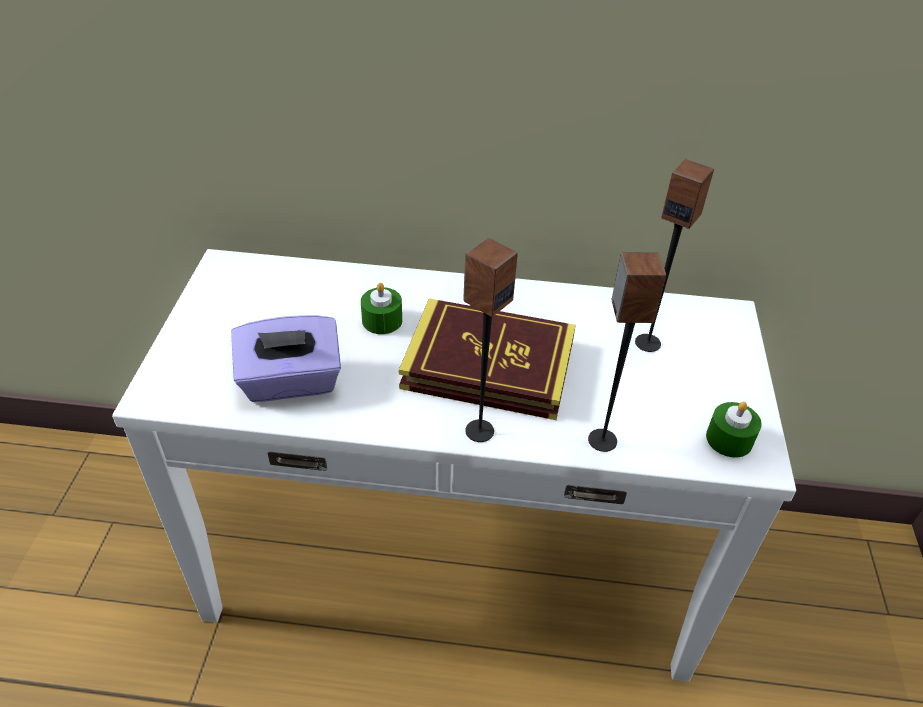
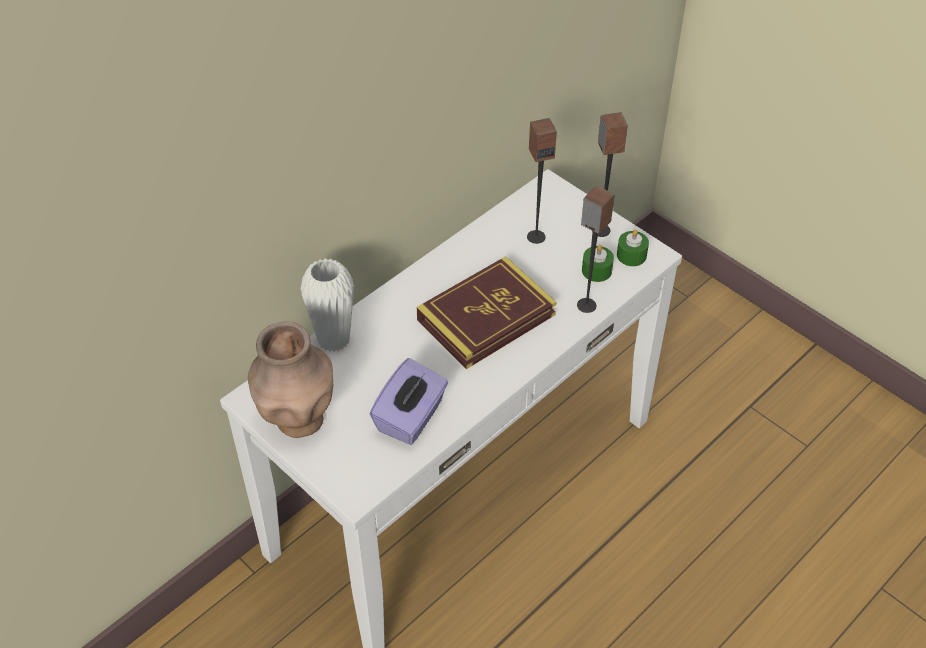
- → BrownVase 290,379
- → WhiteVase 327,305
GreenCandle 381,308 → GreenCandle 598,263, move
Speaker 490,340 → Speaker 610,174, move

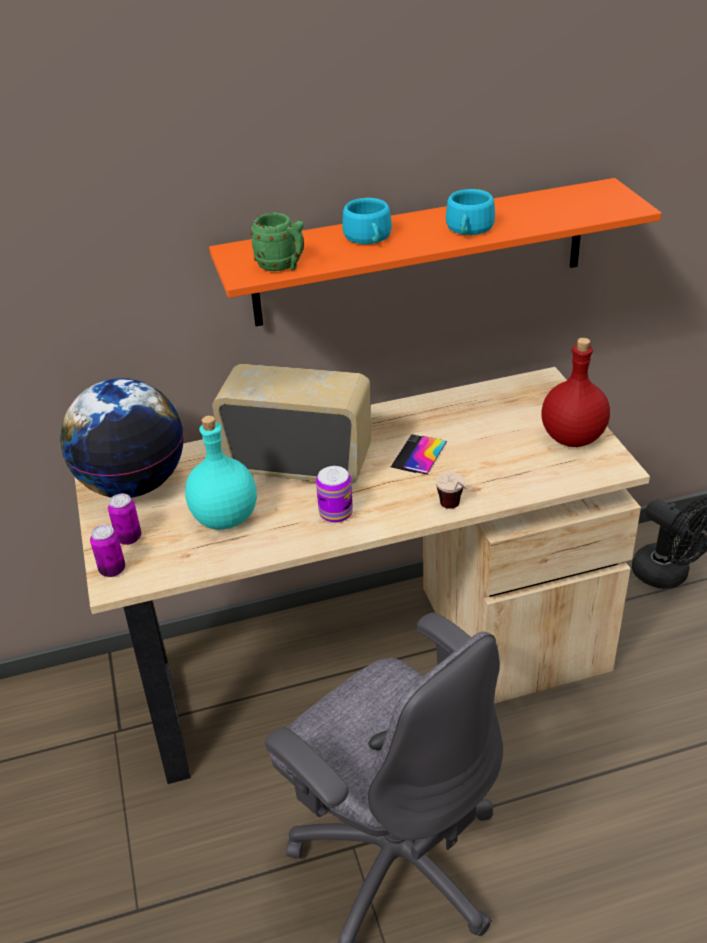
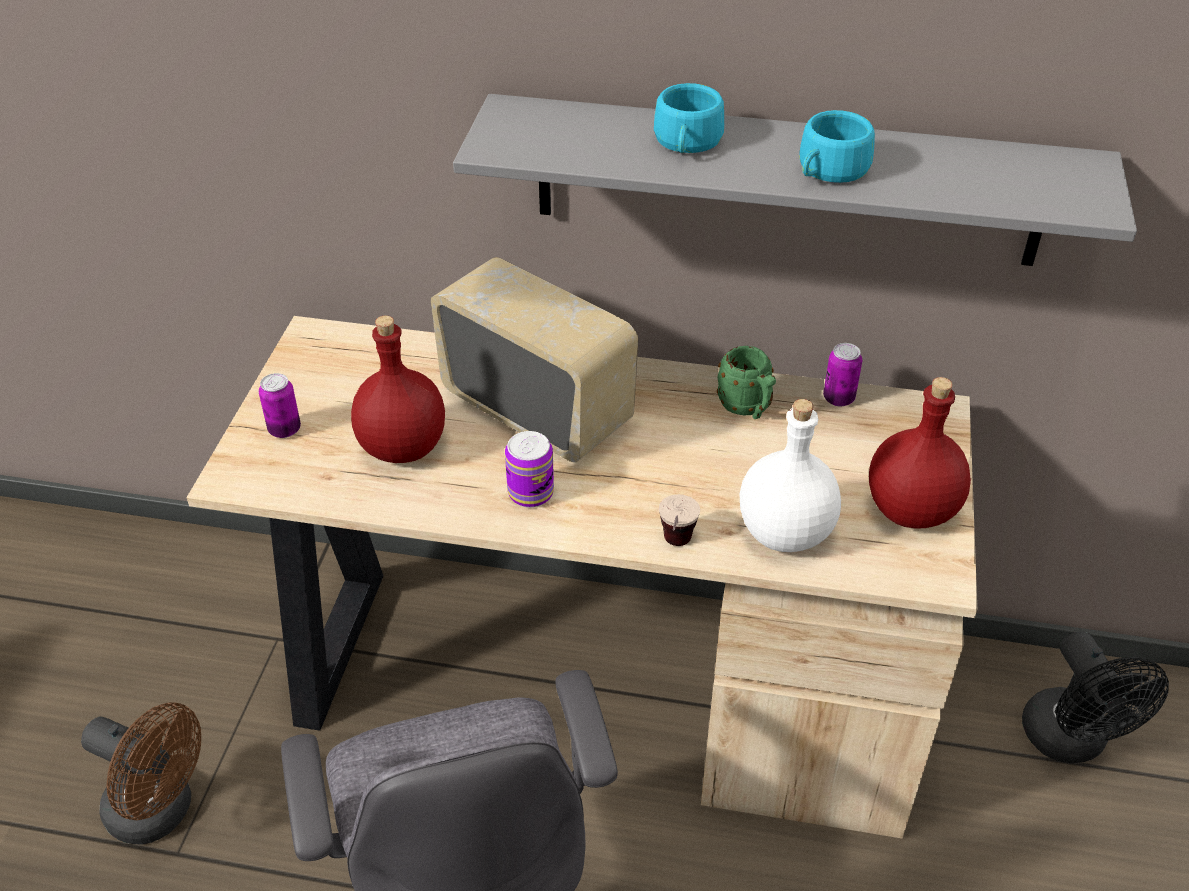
Globe 121,438 → -
Phone 419,454 → -
- → BrownFan 141,773
- → WhiteBottle 790,475
Can 107,550 → Can 842,375, move
GreenMug 277,242 → GreenMug 746,382, move
TurquoiseBottle 221,473 → RedBottle 398,389
OrangeShelf 435,252 → GreyShelf 795,180

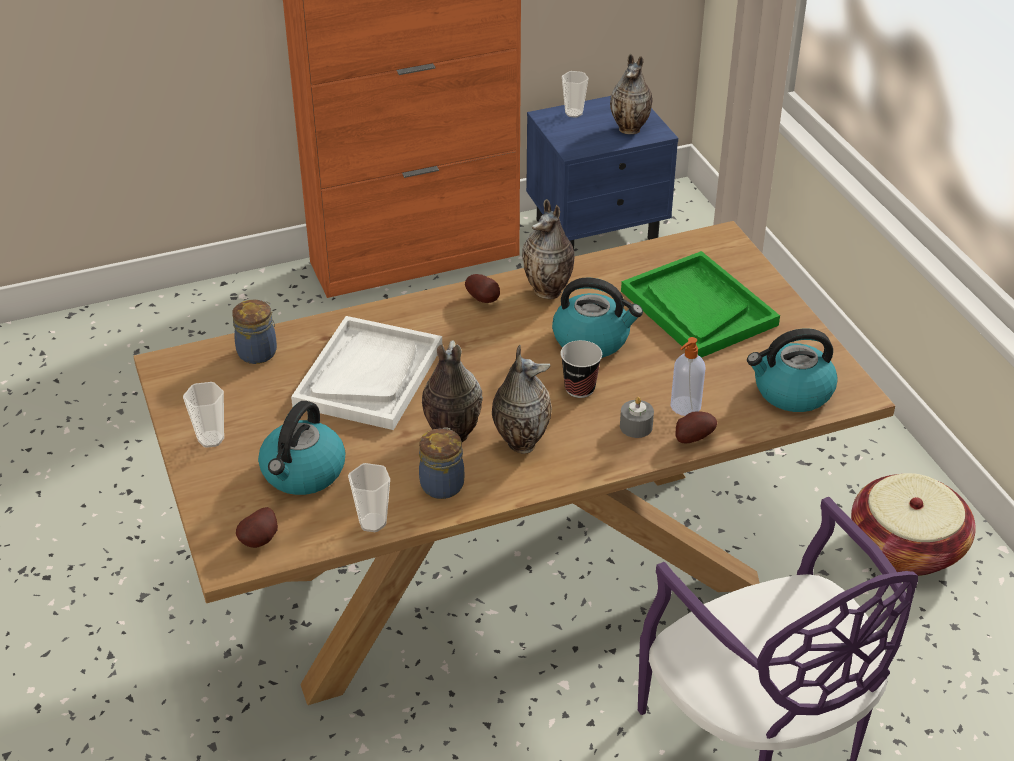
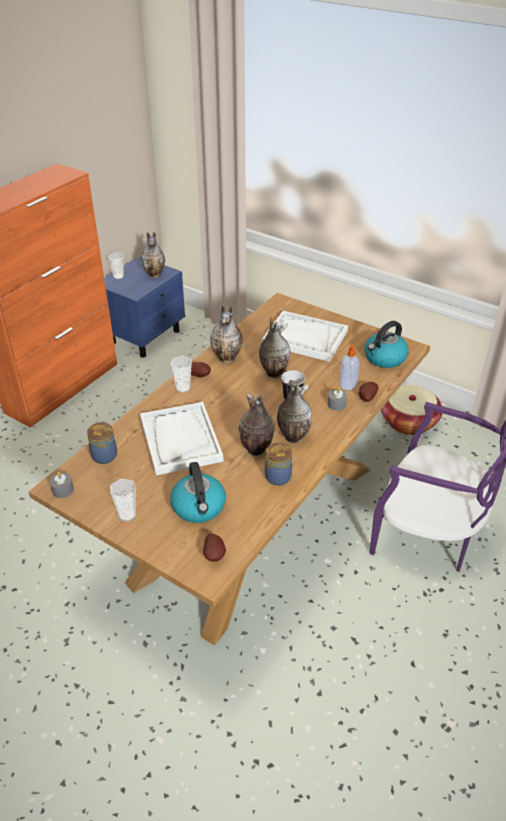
- → GreyCandle 62,485
Cup 369,497 → Cup 181,374, move
Kettle 597,317 → Vase 275,348
GreenTray 700,304 → WhiteTray 305,336

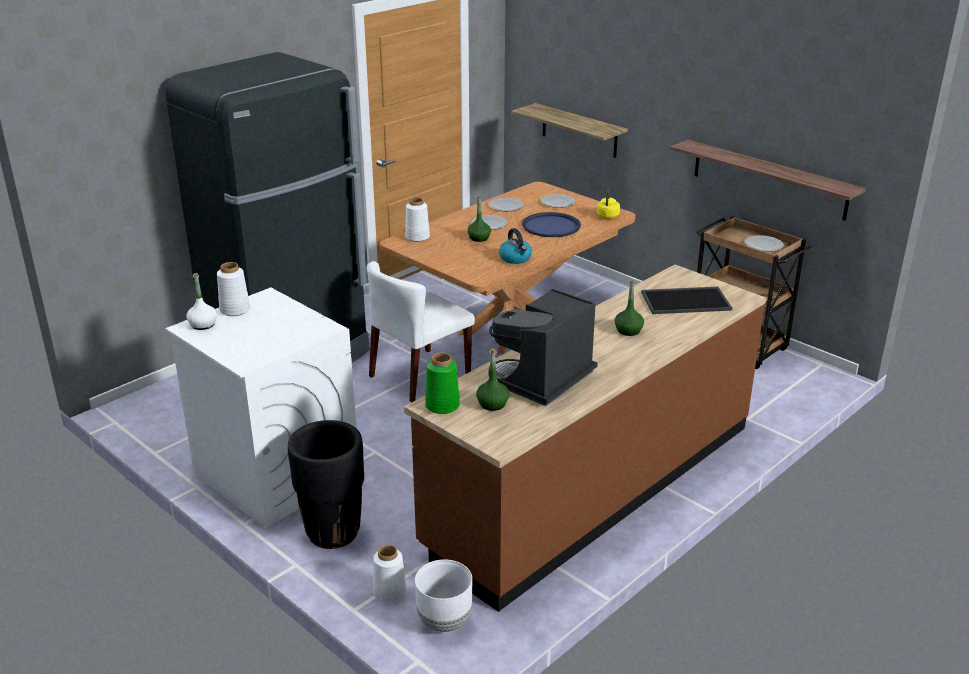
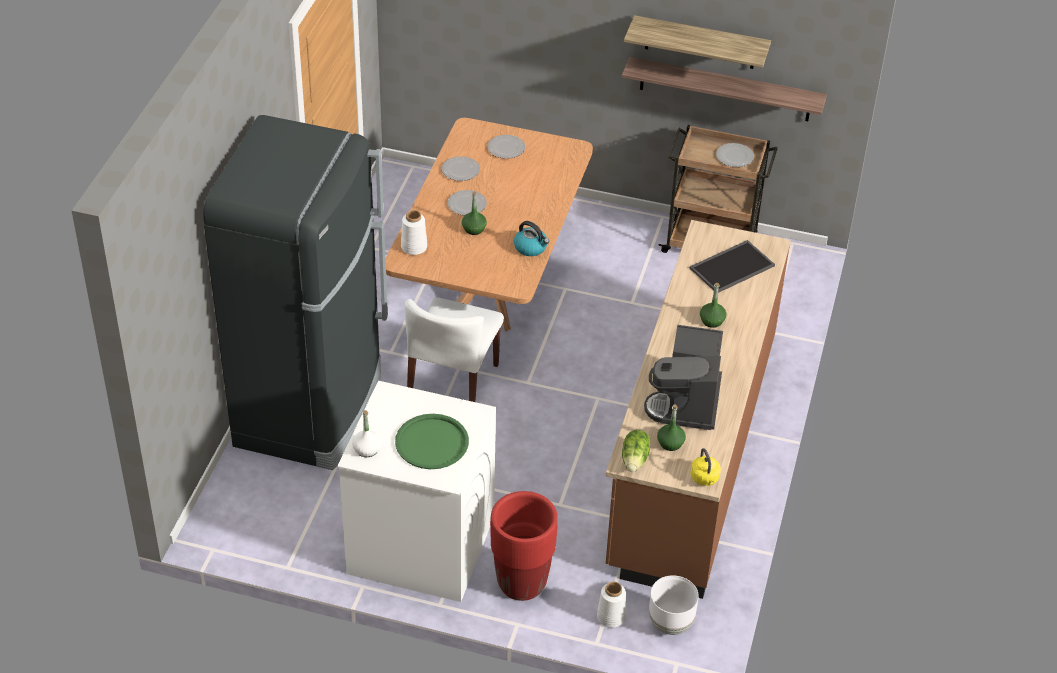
WhiteVase 233,289 → -
BlueTray 551,224 → -
- → GreenTray 432,441
Shelf 569,130 → Shelf 697,42, move
YellowKettle 608,203 → YellowKettle 705,467, move
GreenVase 442,383 → Lettuce 636,451
BlackPlanter 326,484 → RedPlanter 524,546

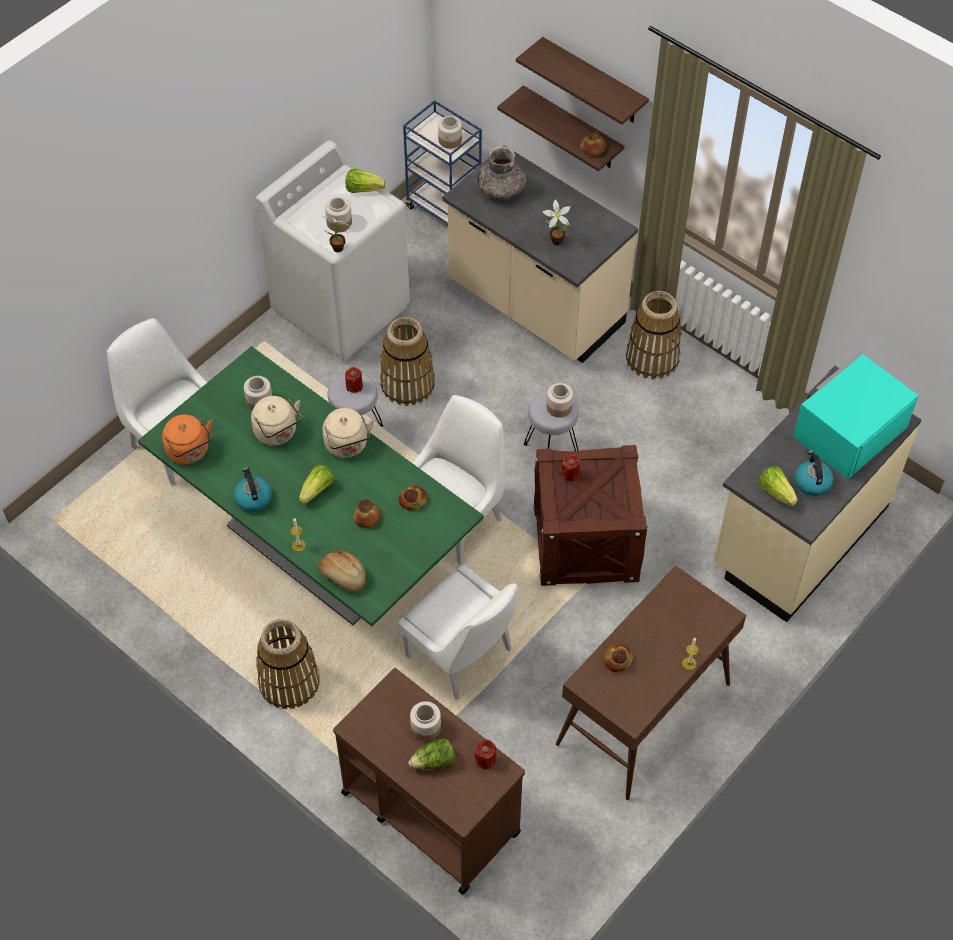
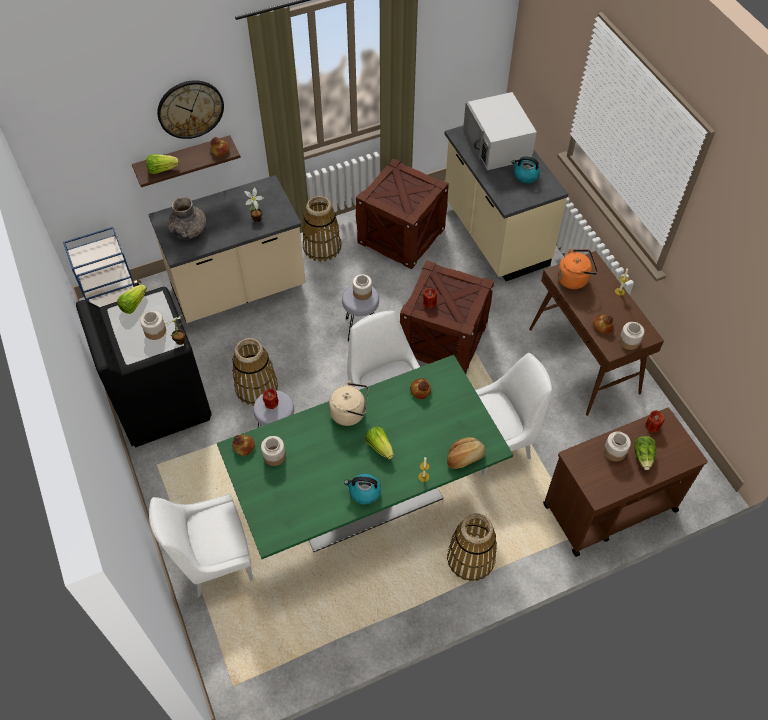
BeigeKettle 276,421 → -
- → Crate 402,214
OrangeKettle 187,439 → OrangeKettle 577,269, move
Bread 367,514 → Bread 243,445, move
Jar 450,132 → Jar 631,336, move
Lettuce 778,486 → Lettuce 162,164, move
Shelf 582,81 → WallClock 190,109
WhiteWashingMachine 333,250 → BlackWashingMachine 144,367
TurquoiseMicrowave 856,415 → WhiteMicrowave 500,131

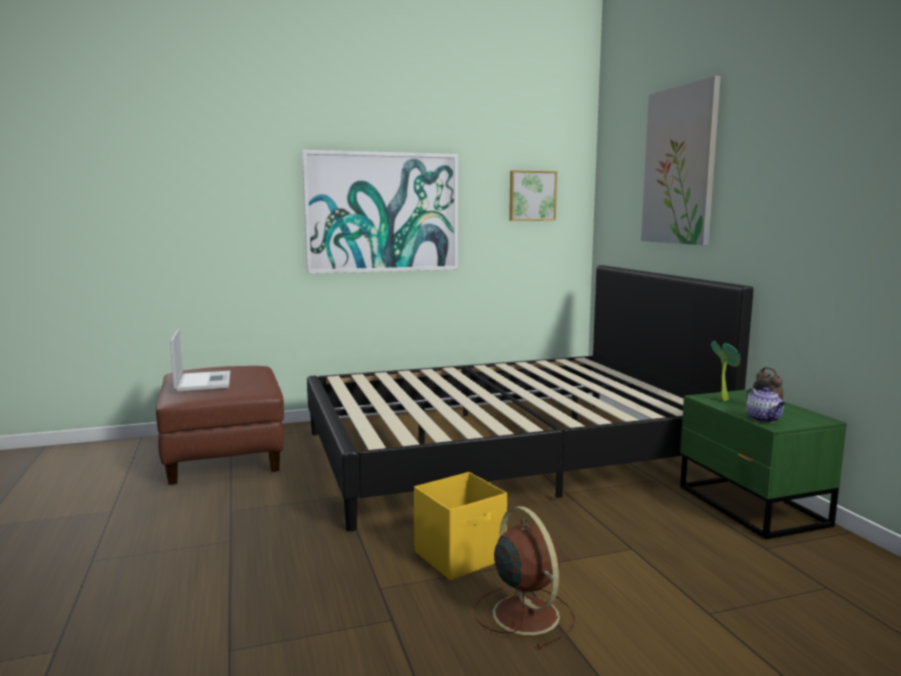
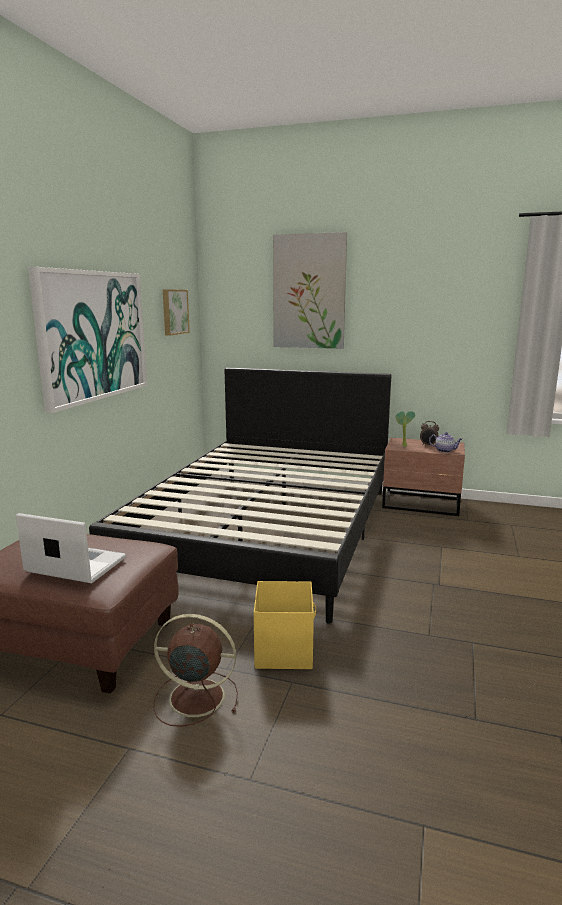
YellowStorageBox 460,526 → YellowStorageBox 285,625, move
BrownFan 524,577 → BrownFan 195,670, move
GreenNightstand 763,464 → BrownNightstand 423,477

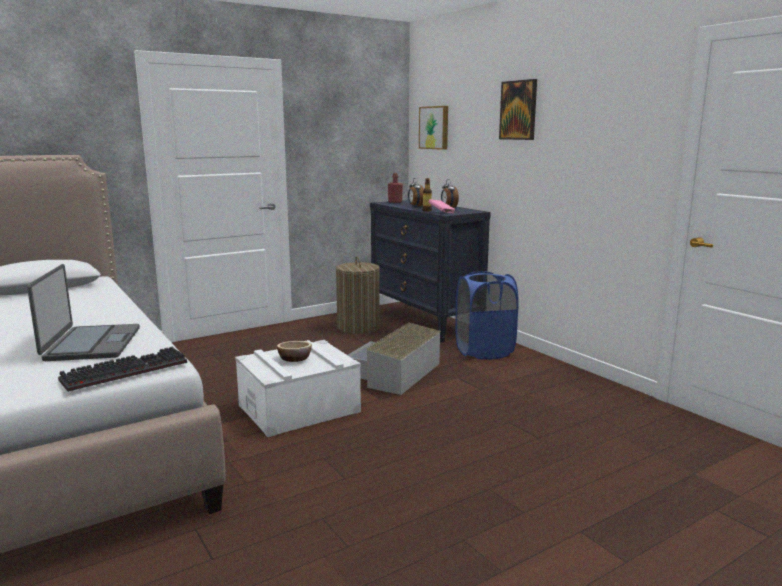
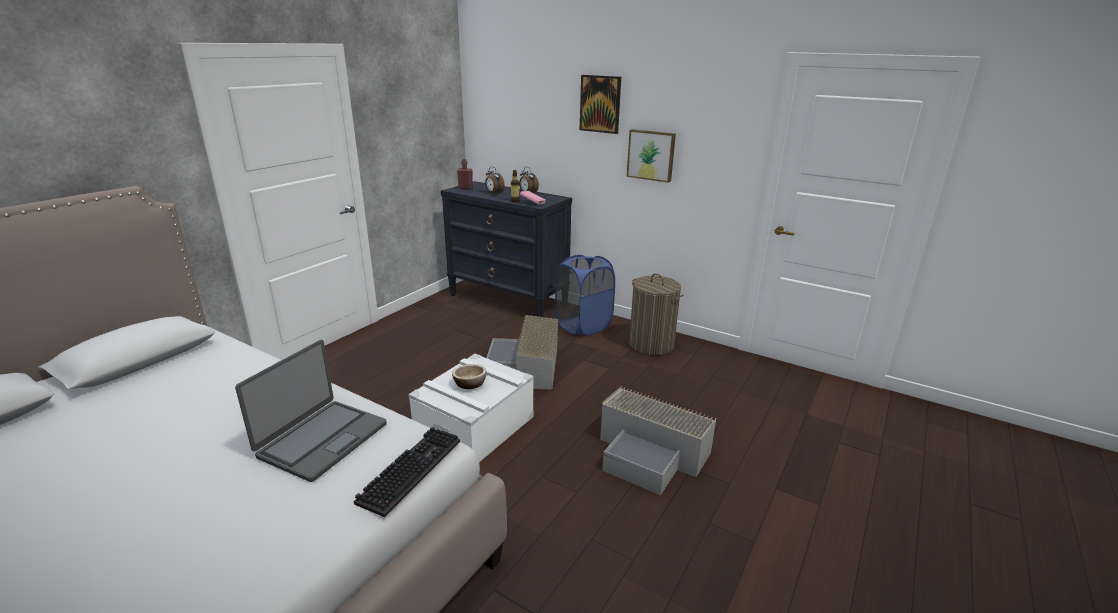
- → GreyStorageBox 658,440
LaundryBasket 358,295 → LaundryBasket 656,314, move
Picture 433,128 → Picture 651,156, move
Laptop 83,312 → Laptop 311,411, 60 degrees clockwise

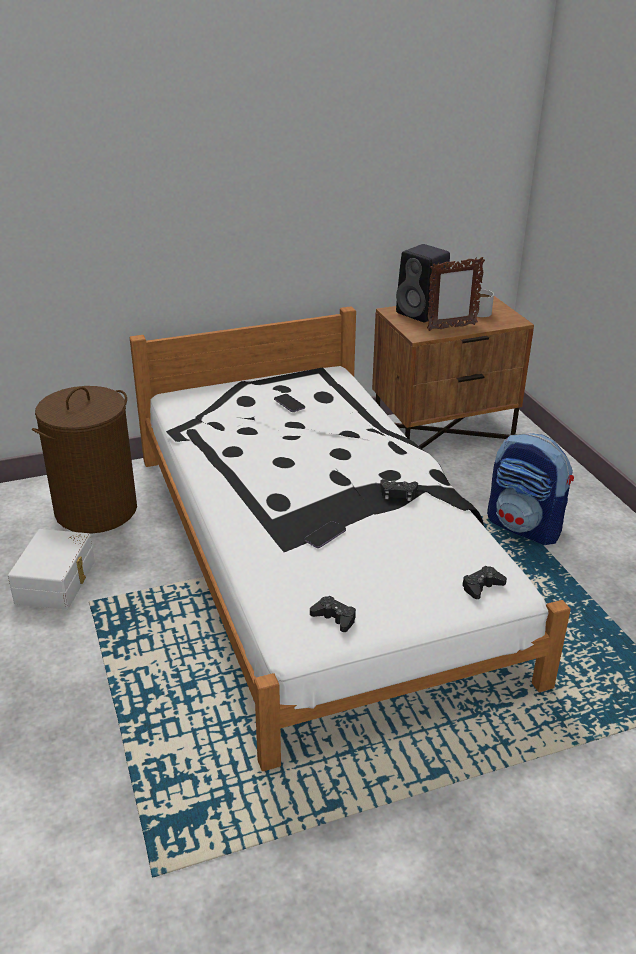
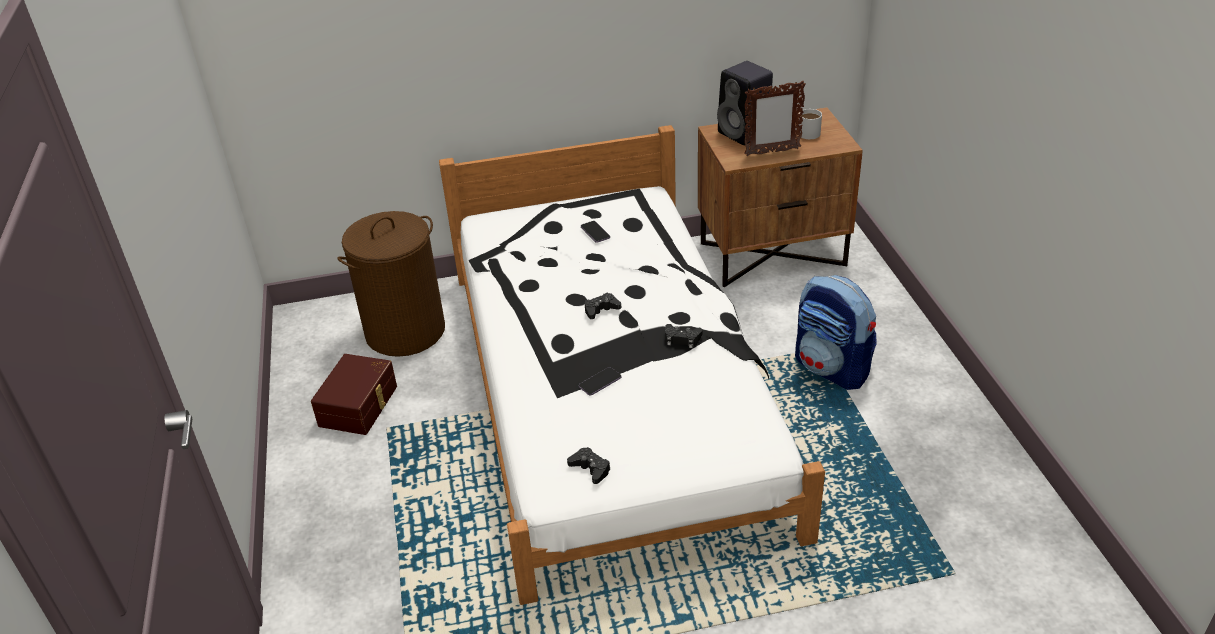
BlackGameController 484,582 → BlackGameController 603,306, move
WhiteStorageBox 51,569 → BrownStorageBox 354,394

